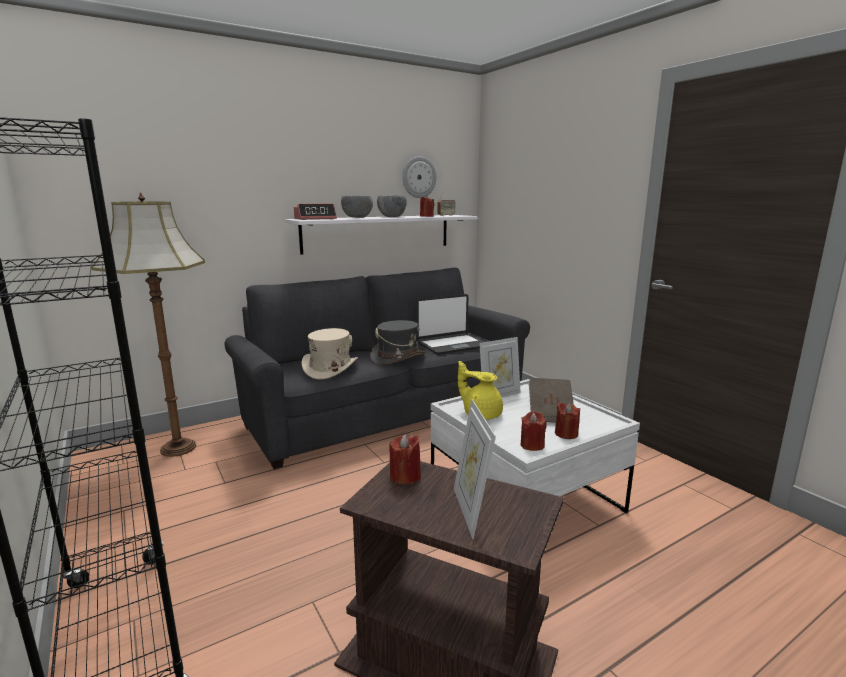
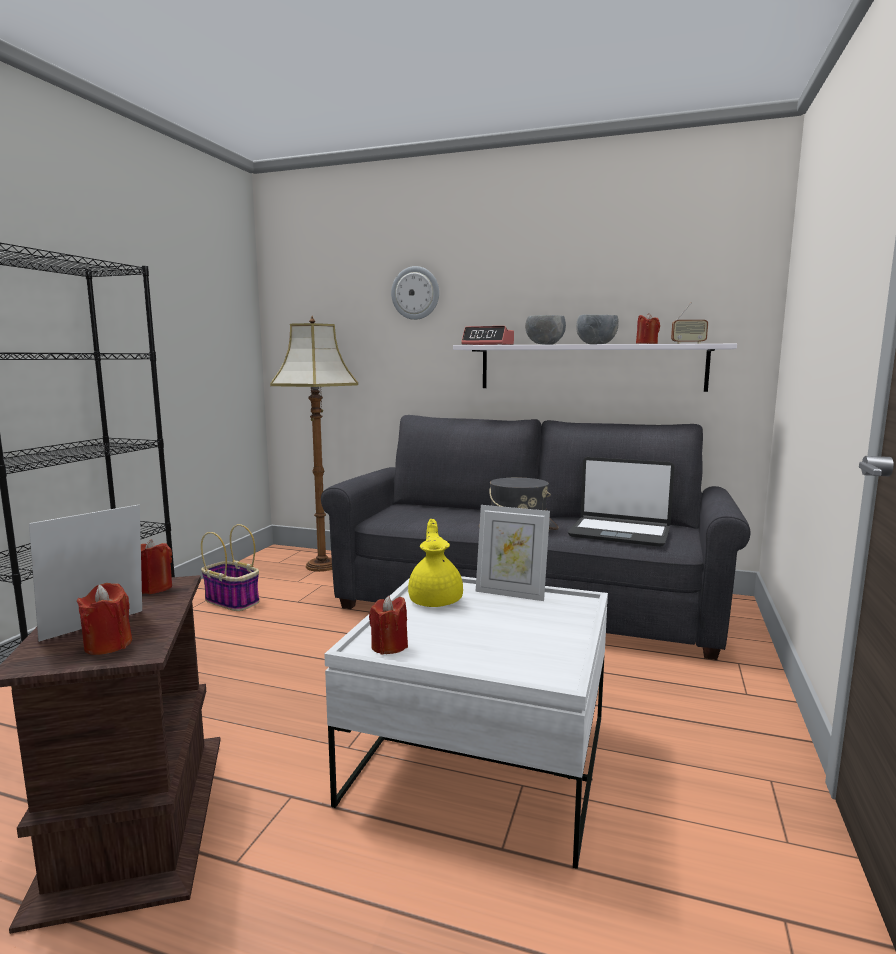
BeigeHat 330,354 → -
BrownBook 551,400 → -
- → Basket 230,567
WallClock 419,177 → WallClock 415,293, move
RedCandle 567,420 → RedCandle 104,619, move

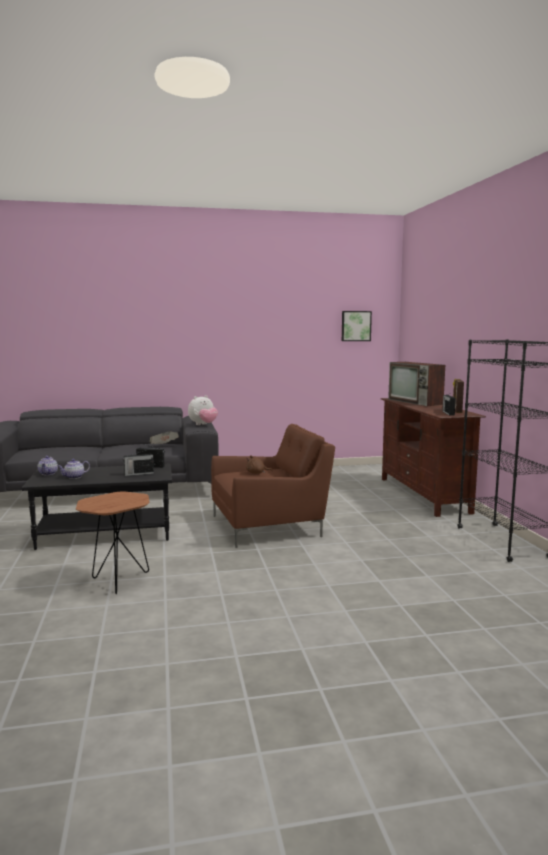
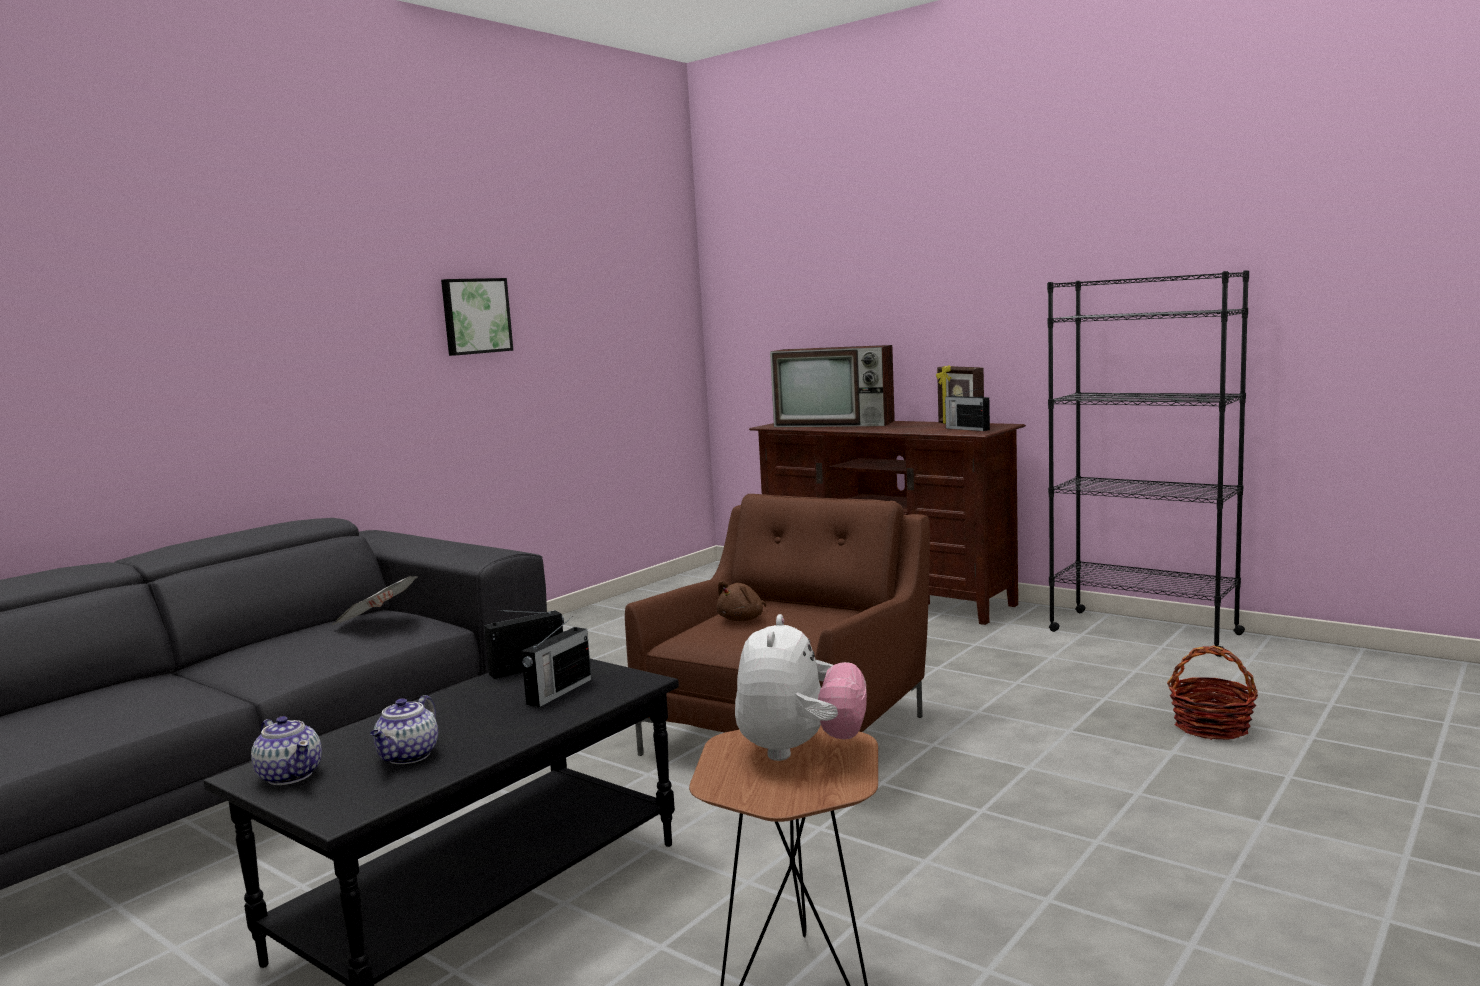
- → Basket 1212,693
PlushToy 203,410 → PlushToy 801,687, move
Picture 357,326 → Picture 477,317, move

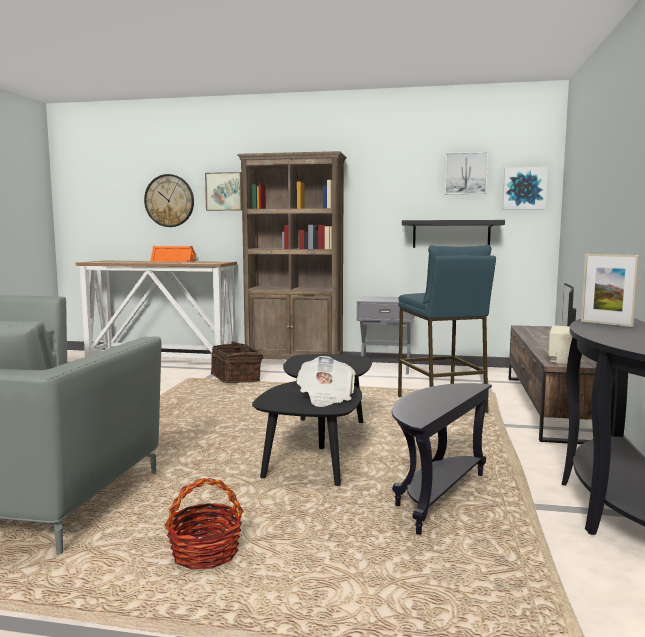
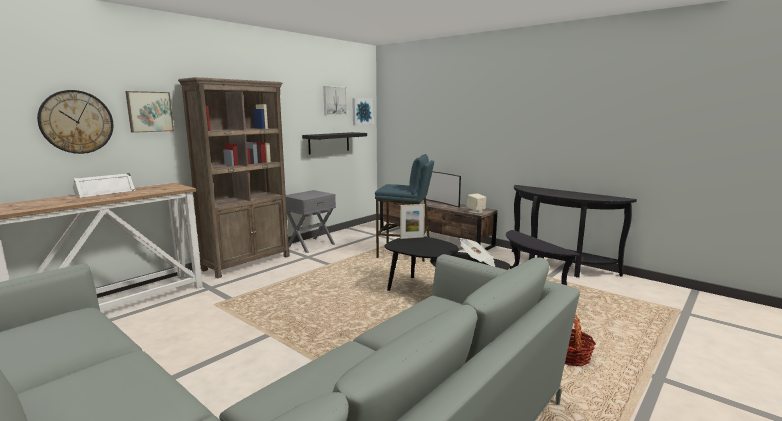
Basket 237,362 → -
PictureFrame 610,290 → PictureFrame 412,221, move
OrangeSpeaker 173,254 → WhiteSpeaker 104,185

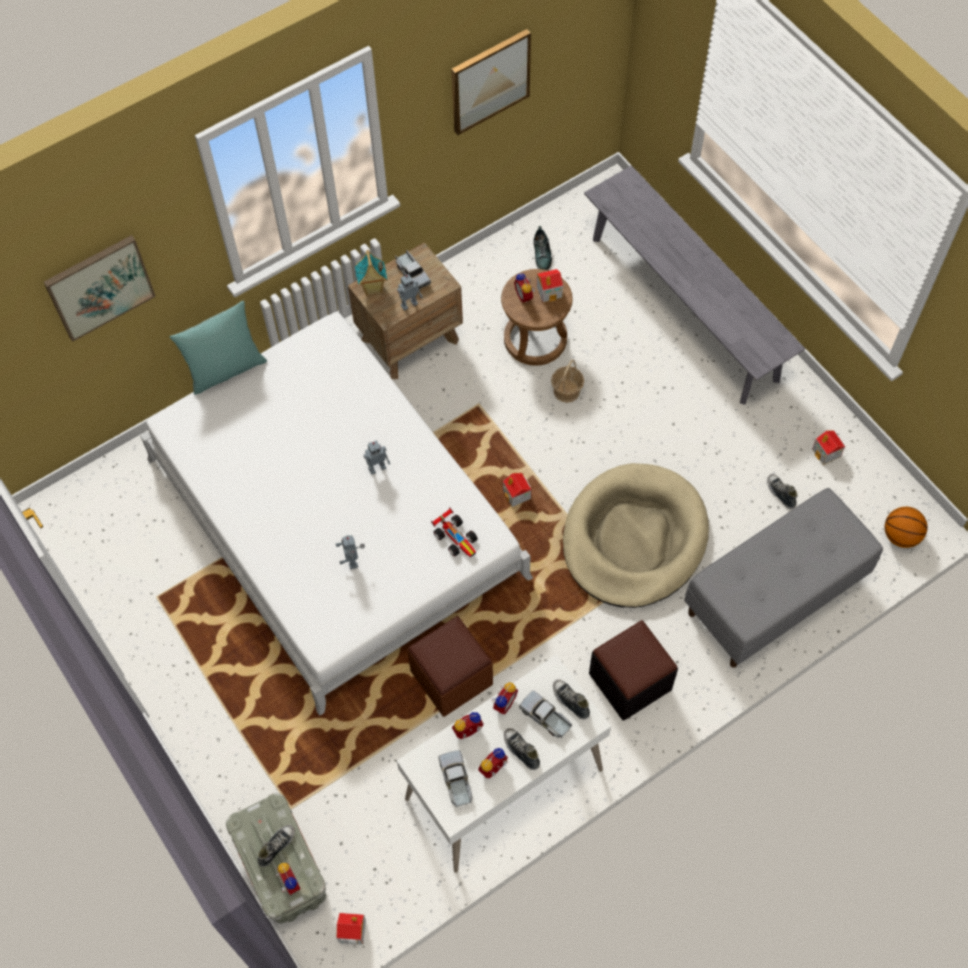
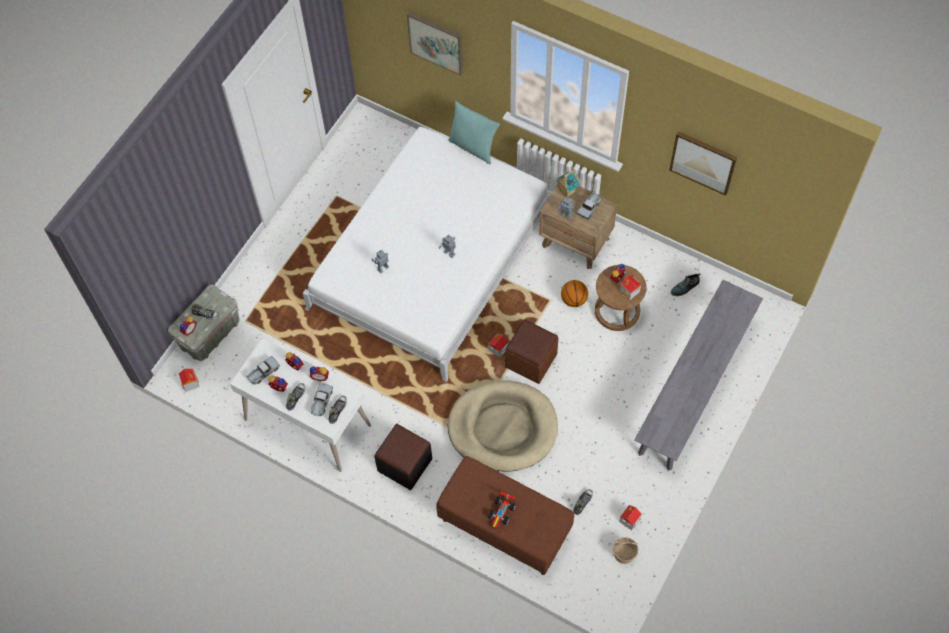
BrownOttoman 450,666 → BrownOttoman 531,351, move
ToyCar 454,532 → ToyCar 502,510, move
Basket 567,381 → Basket 625,550, move
Basketball 906,527 → Basketball 574,293, move
GreyBench 783,578 → BrownBench 505,515

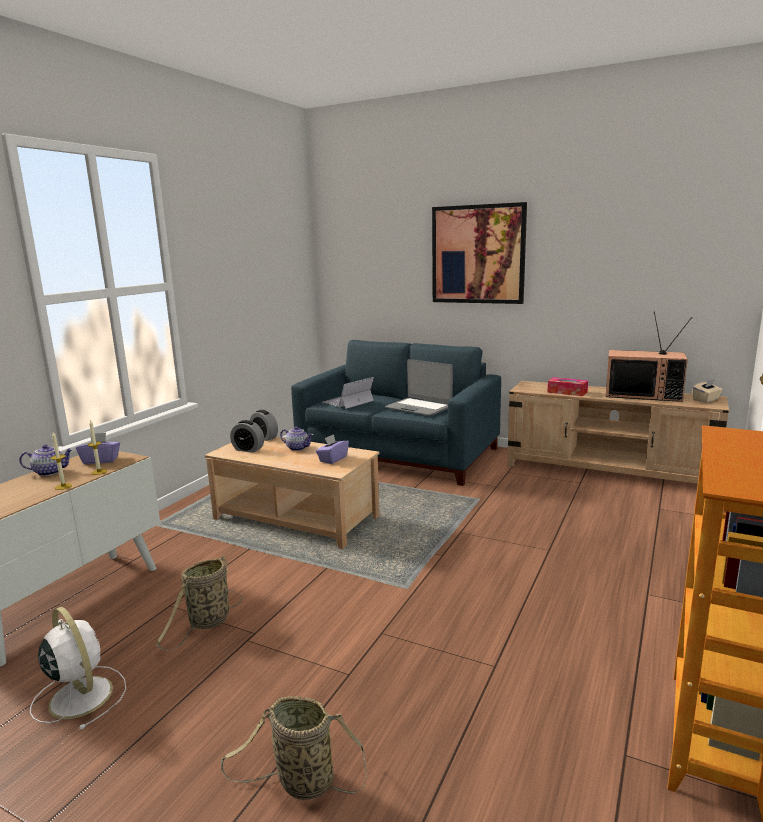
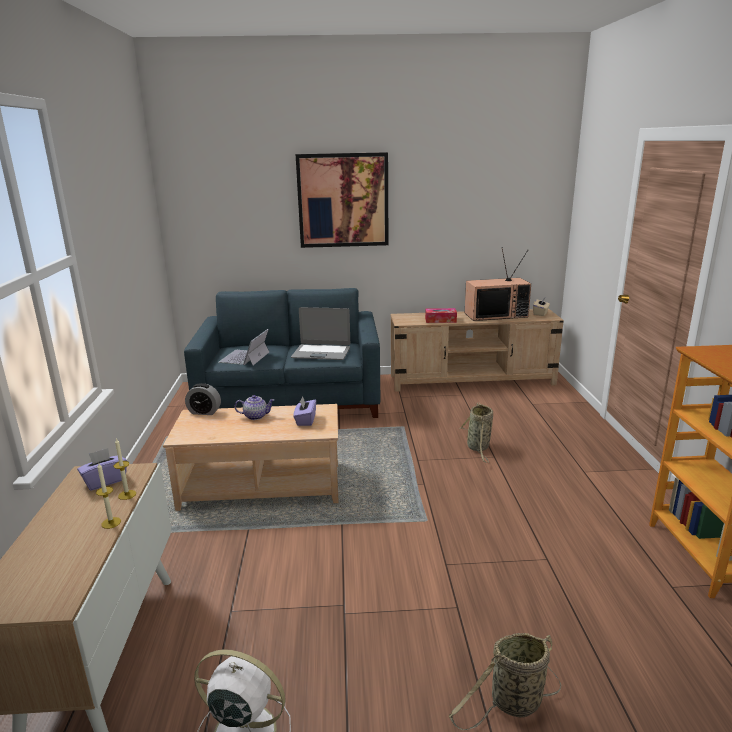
Teapot 46,460 → -
AlarmClock 247,436 → -
Basket 199,603 → Basket 476,433, move

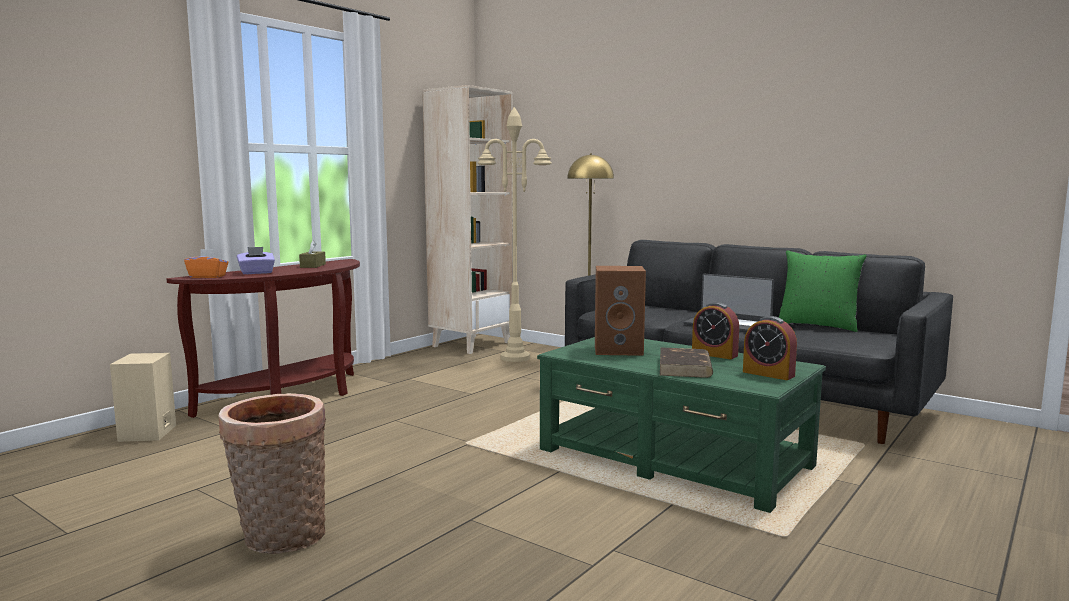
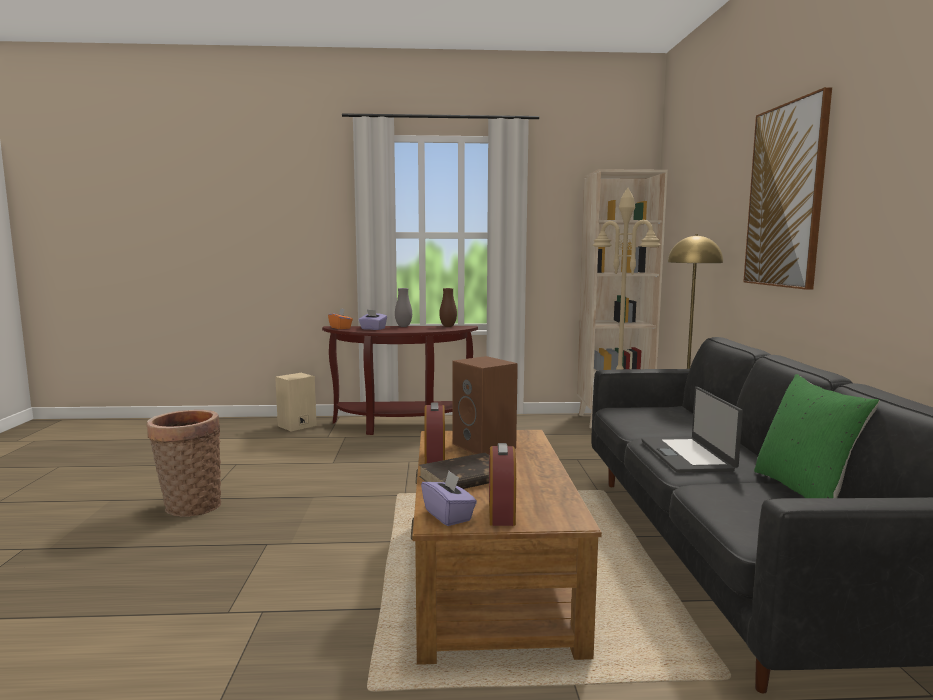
BrownTissueBox 312,254 → -
- → GreyVase 403,307
- → PurpleTissueBox 449,498
- → BrownVase 448,307
- → Picture 787,188
AlarmClock 715,330 → AlarmClock 434,433, move
GreenCoffeeTable 681,425 → BrownCoffeeTable 506,547

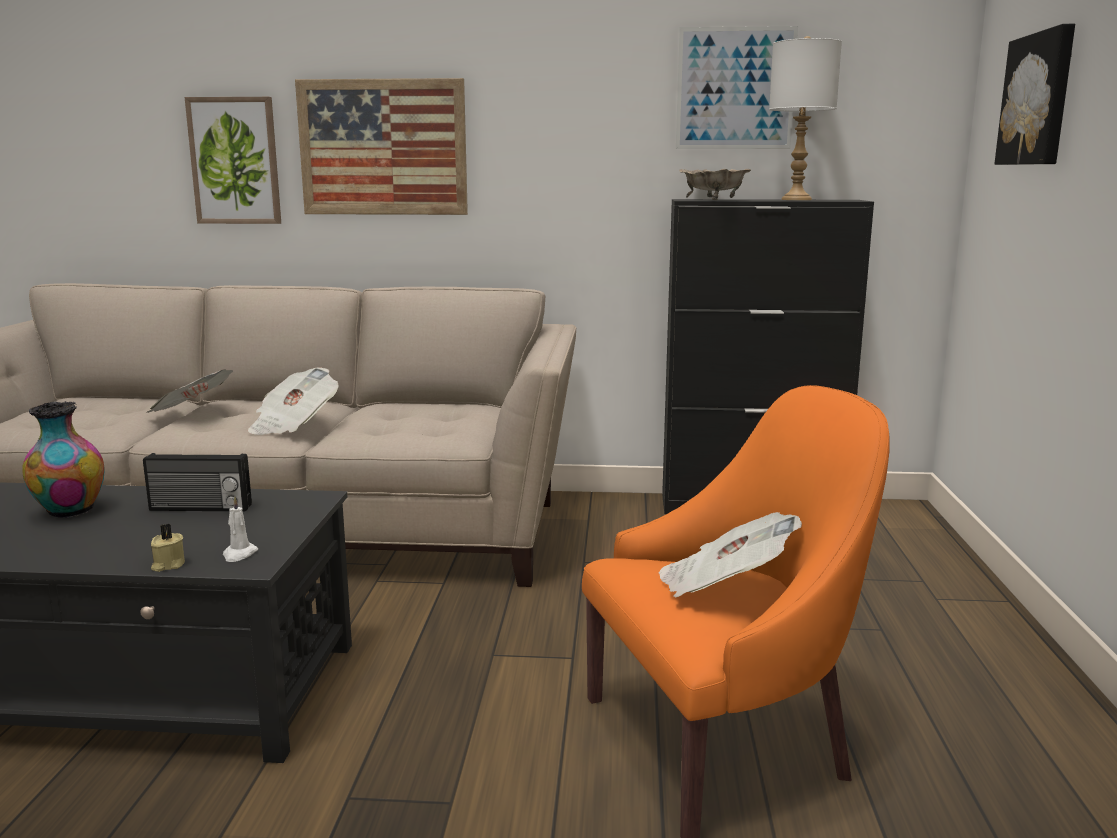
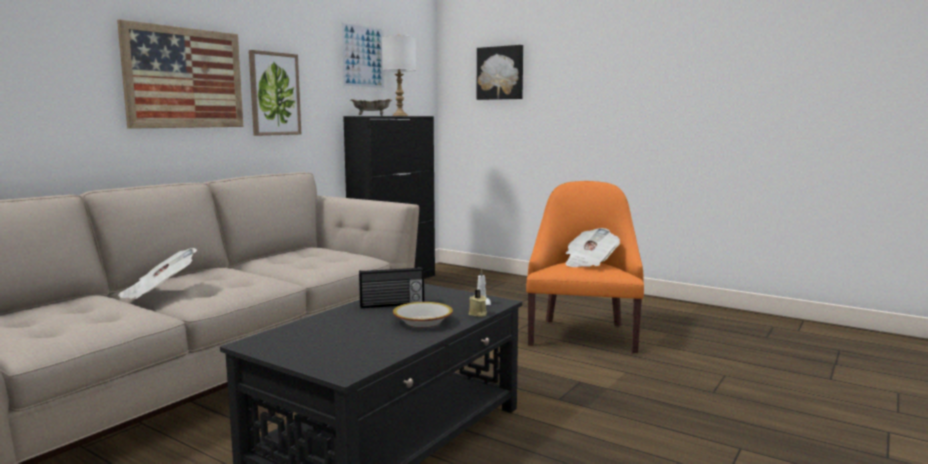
Vase 63,459 → -
Newspaper 293,401 → -
- → Bowl 423,315
Picture 233,160 → Picture 275,93, move
Radio 197,482 → Radio 391,287, 45 degrees clockwise

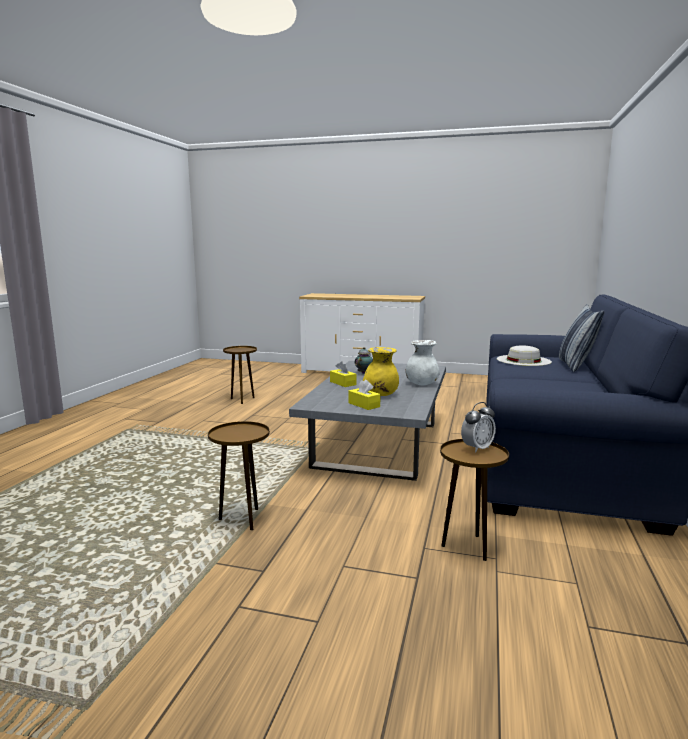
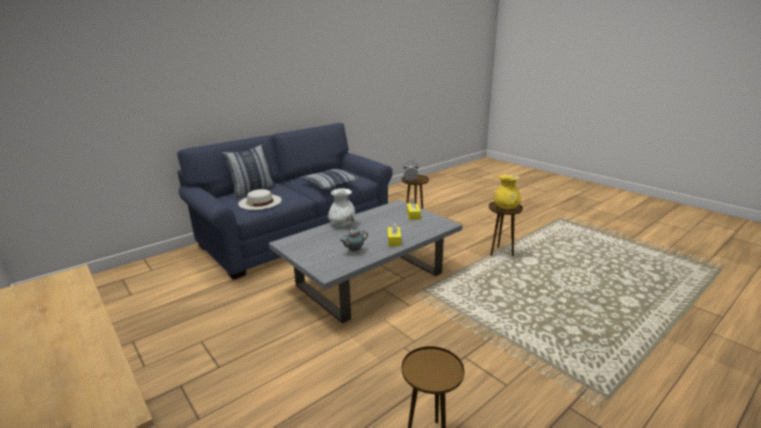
- → Pillow 329,179
YellowVase 381,371 → YellowVase 507,191, move

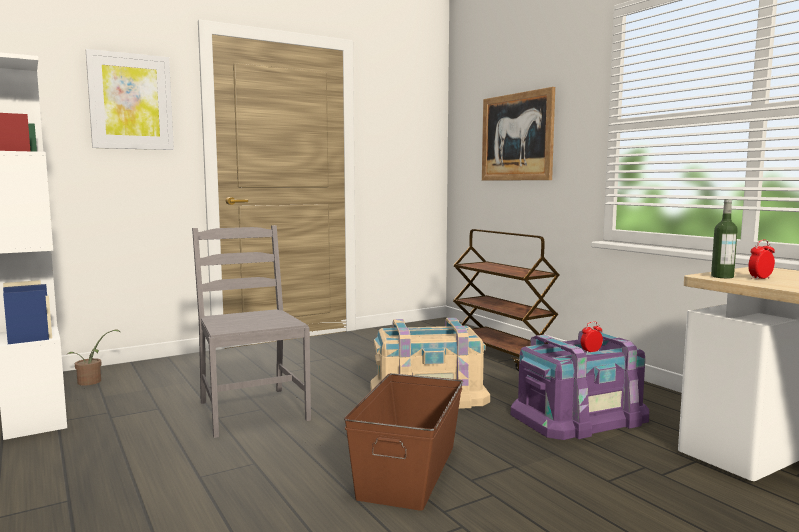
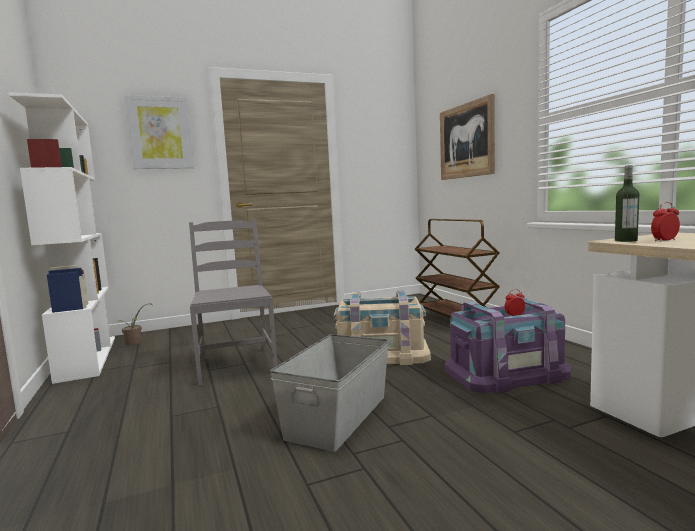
BrownStorageBox 403,442 → GreyStorageBox 329,393

